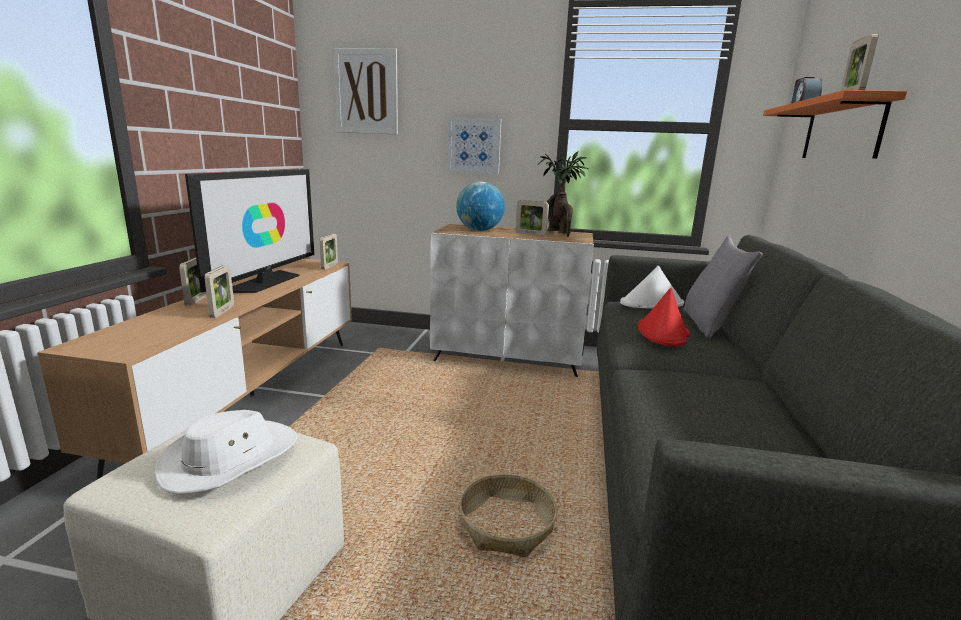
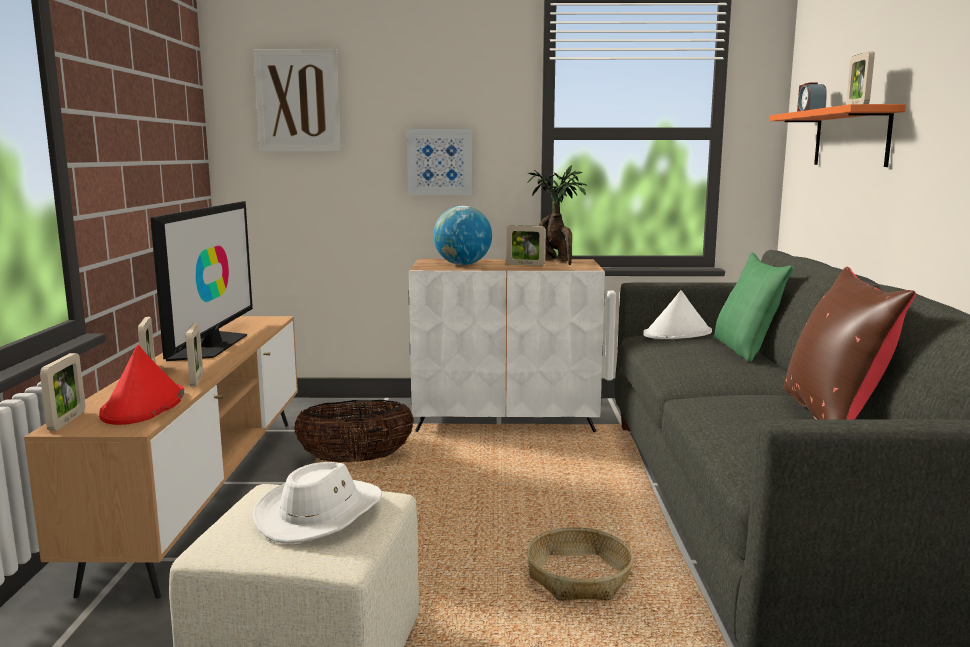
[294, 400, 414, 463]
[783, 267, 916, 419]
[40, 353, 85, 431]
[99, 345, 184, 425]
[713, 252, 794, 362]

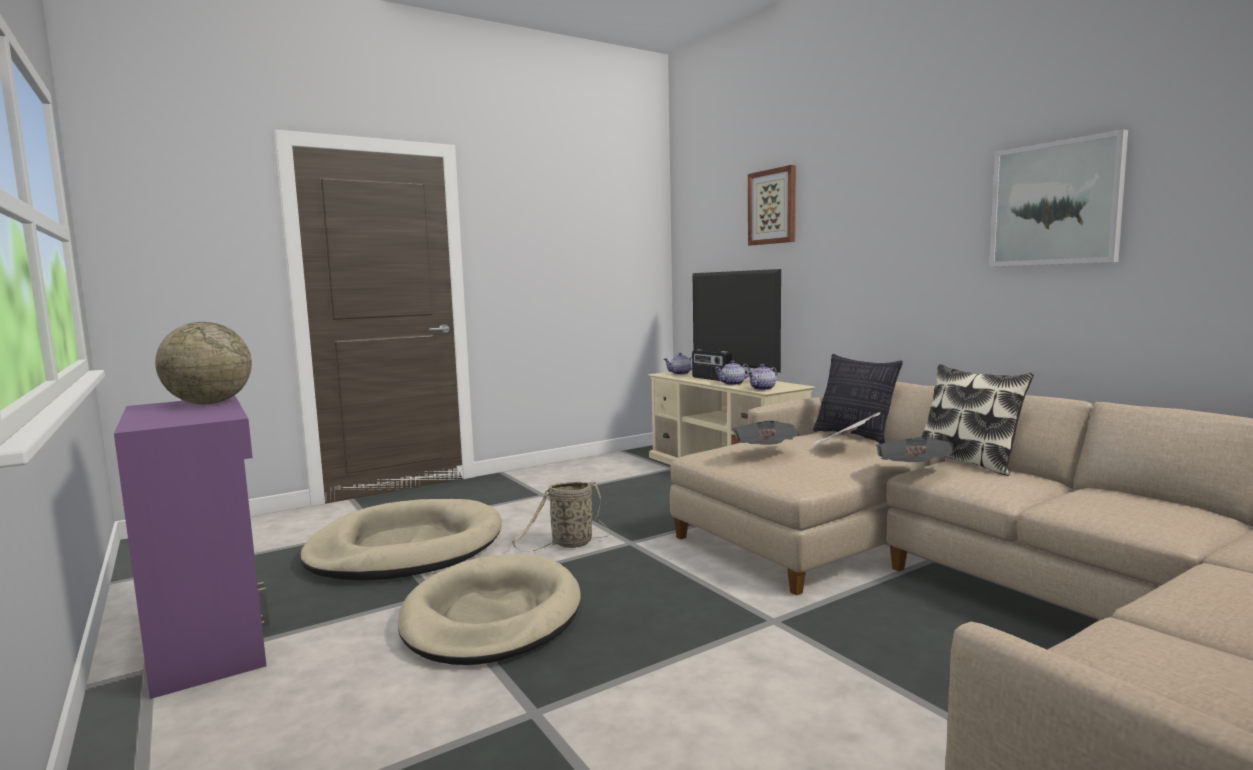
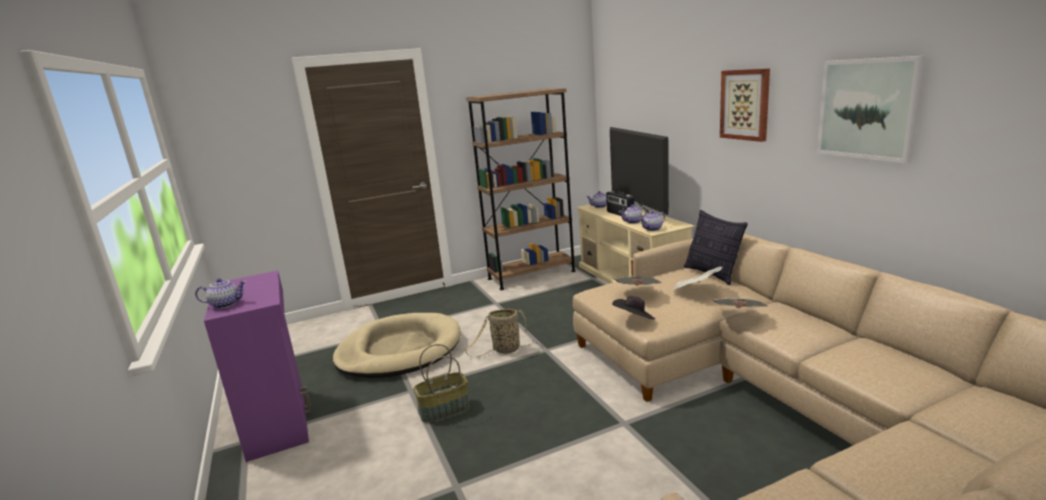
[155, 322, 252, 404] (first image)
[922, 364, 1034, 476] (first image)
[195, 278, 246, 309]
[466, 88, 576, 290]
[612, 296, 655, 319]
[720, 68, 770, 142]
[413, 344, 470, 423]

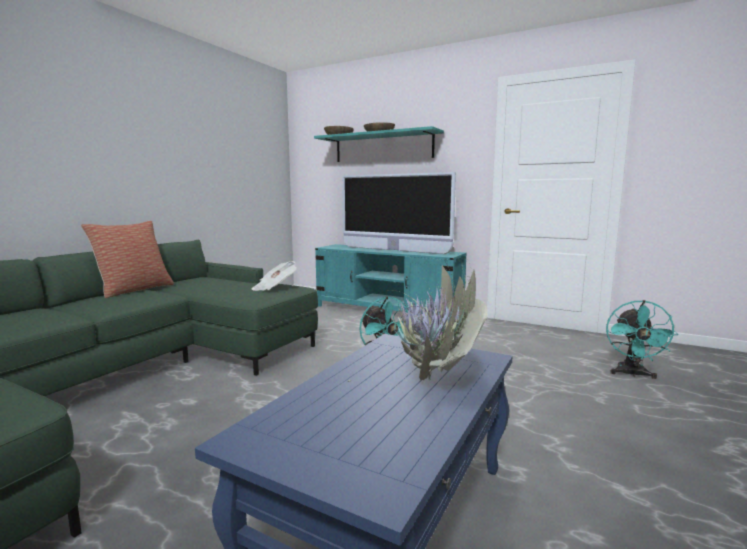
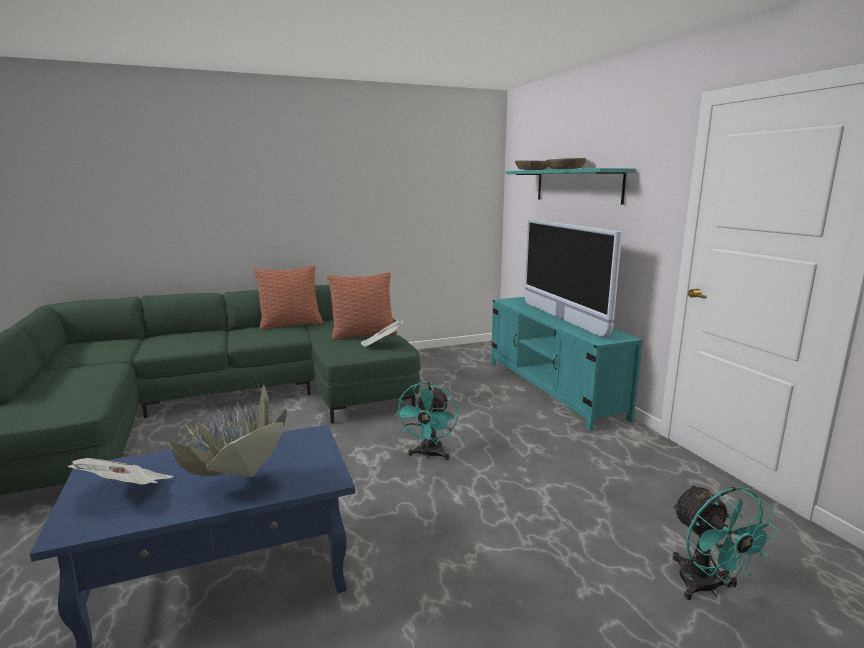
[67, 458, 173, 485]
[327, 272, 397, 340]
[672, 484, 779, 600]

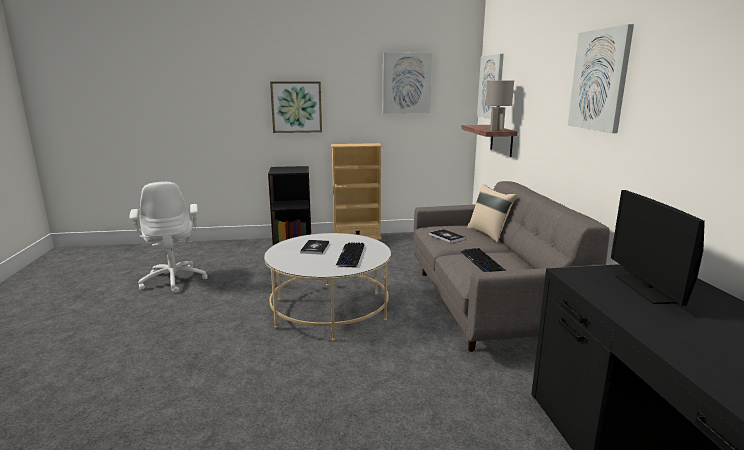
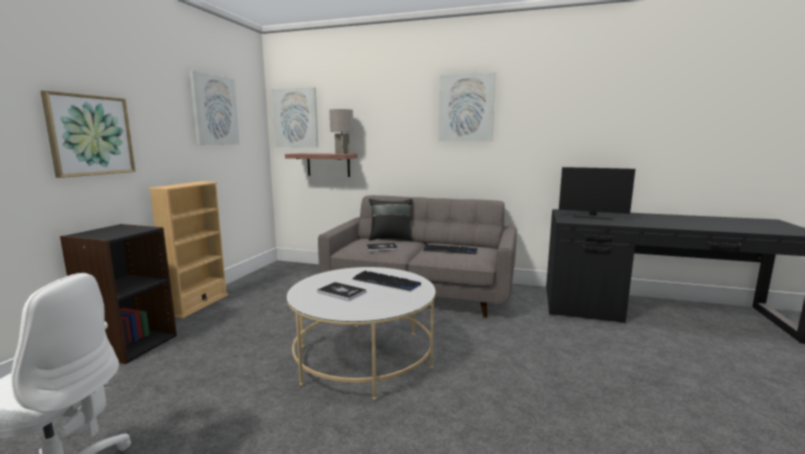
[369, 199, 413, 241]

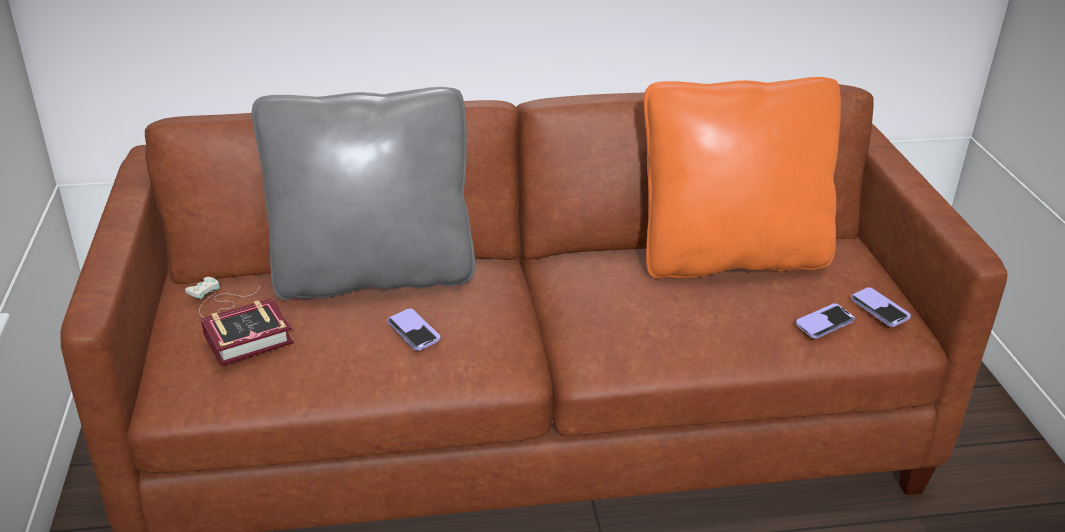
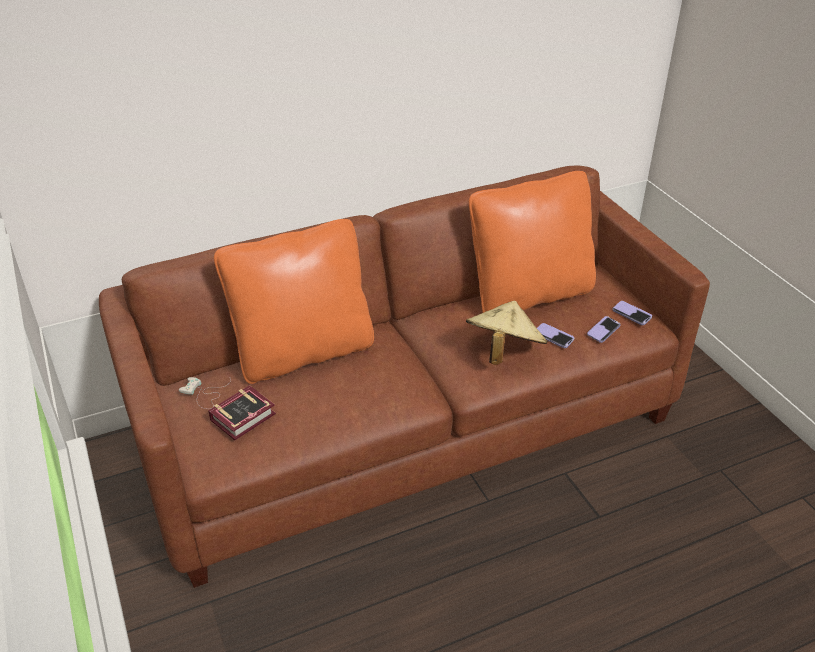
[466, 300, 548, 365]
[537, 323, 574, 348]
[214, 219, 374, 384]

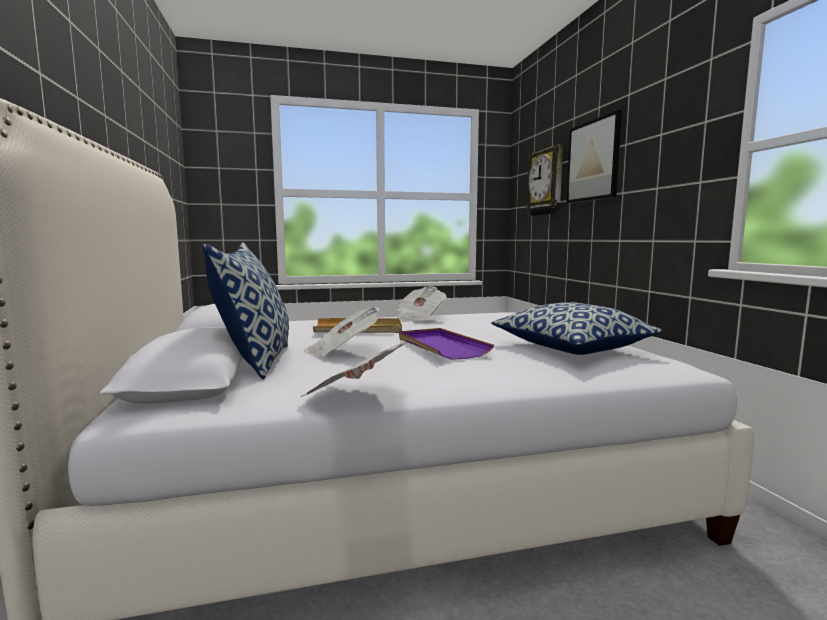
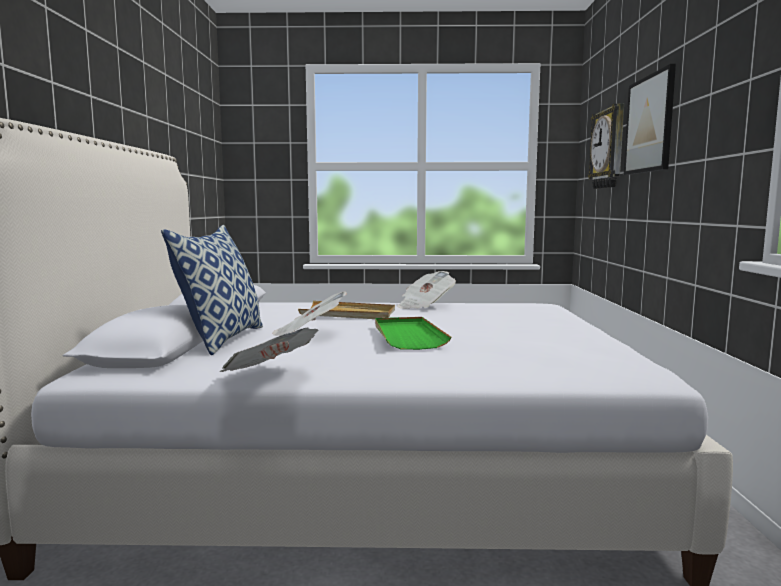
[491, 302, 663, 355] (first image)
[375, 317, 451, 350]

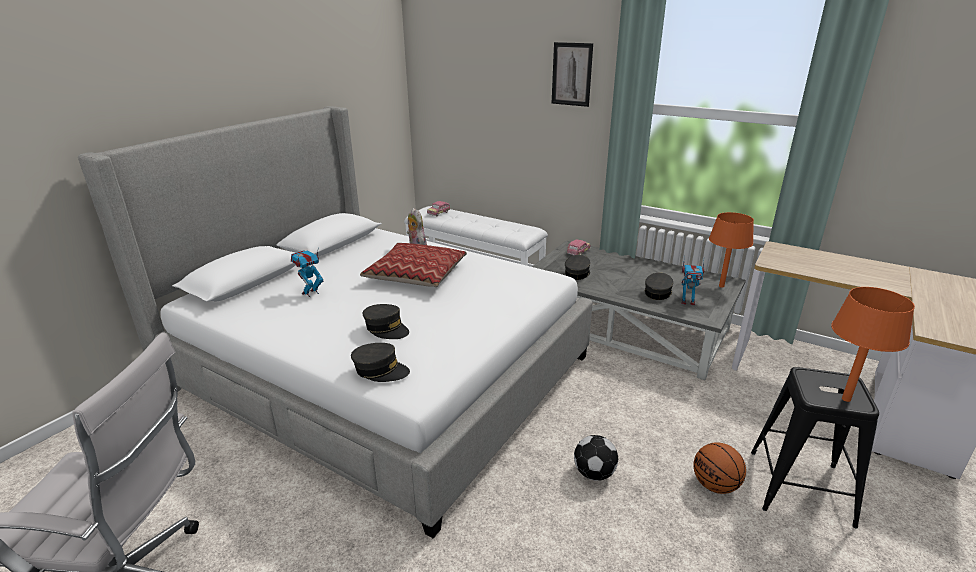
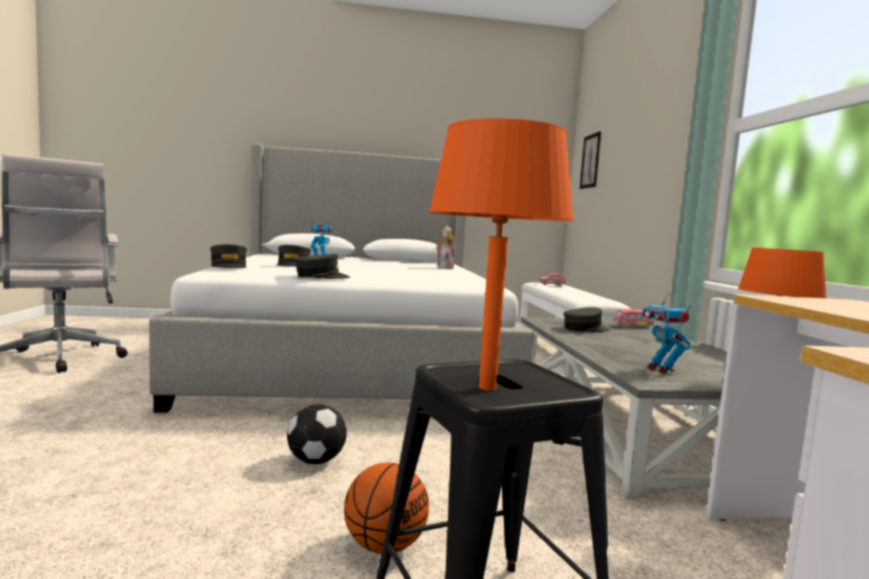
[360, 243, 467, 287] (first image)
[580, 131, 601, 189]
[295, 254, 351, 279]

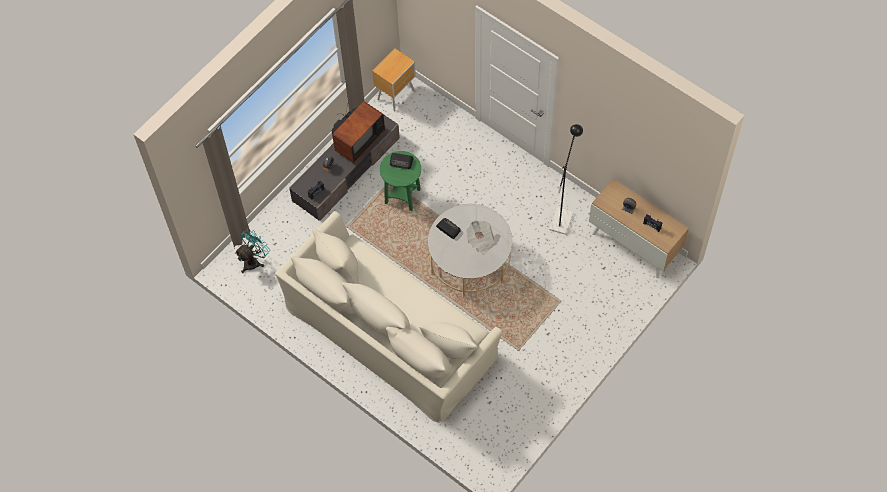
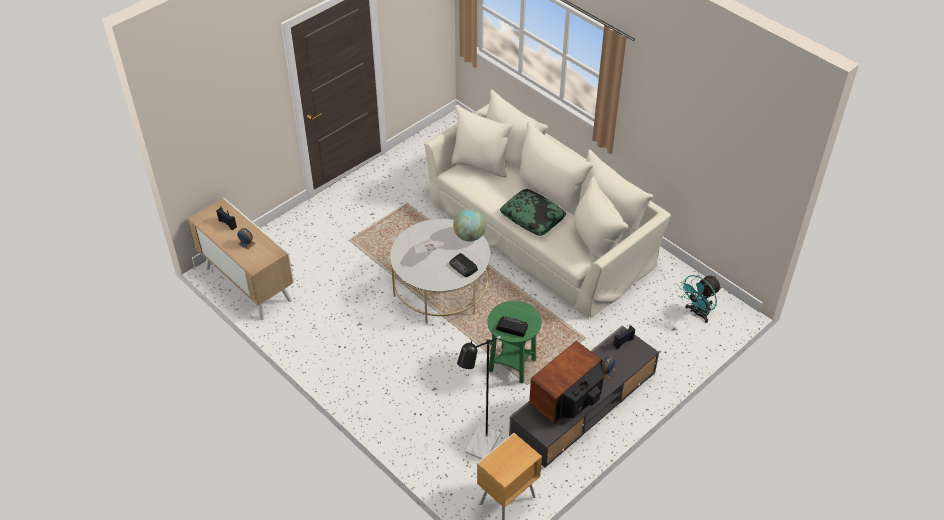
[453, 209, 486, 242]
[500, 189, 566, 236]
[457, 336, 501, 459]

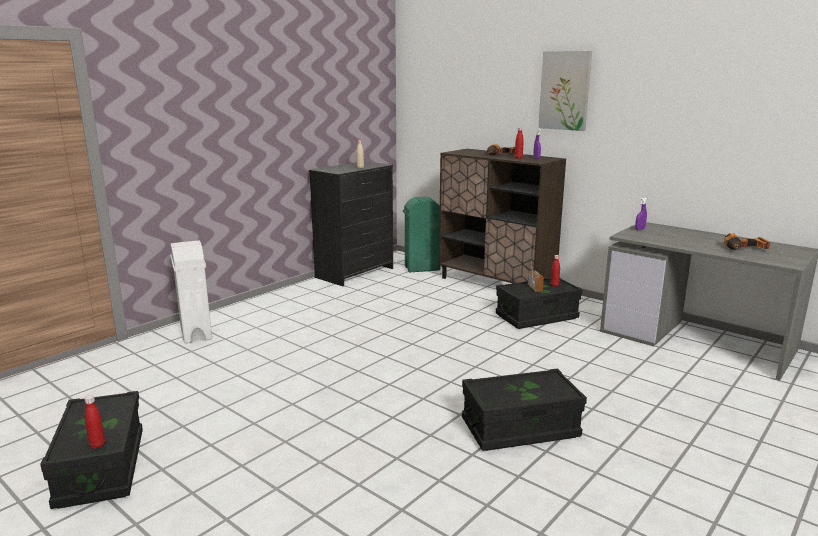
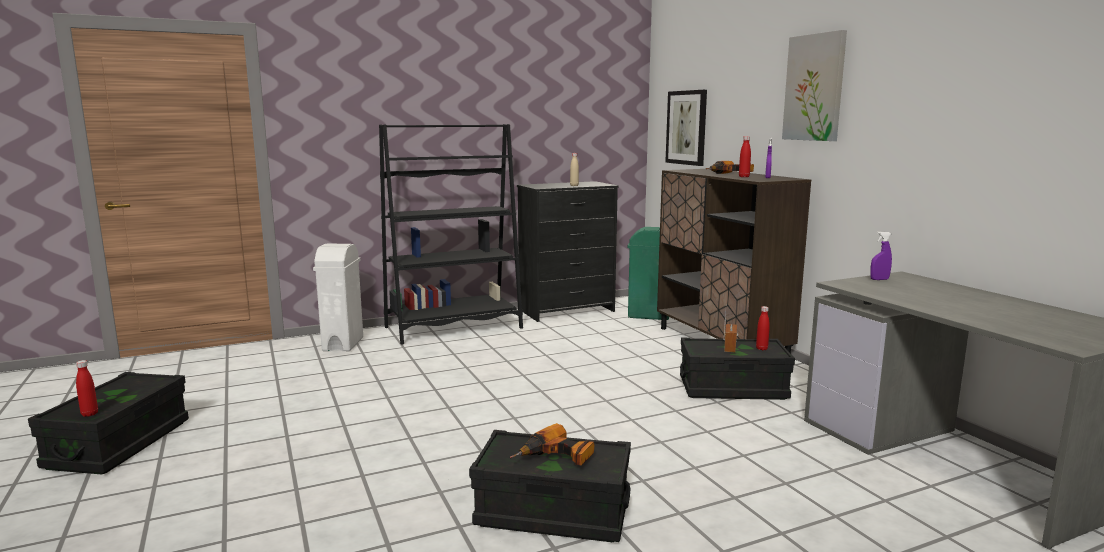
[379, 124, 523, 345]
[665, 90, 707, 166]
[510, 423, 594, 465]

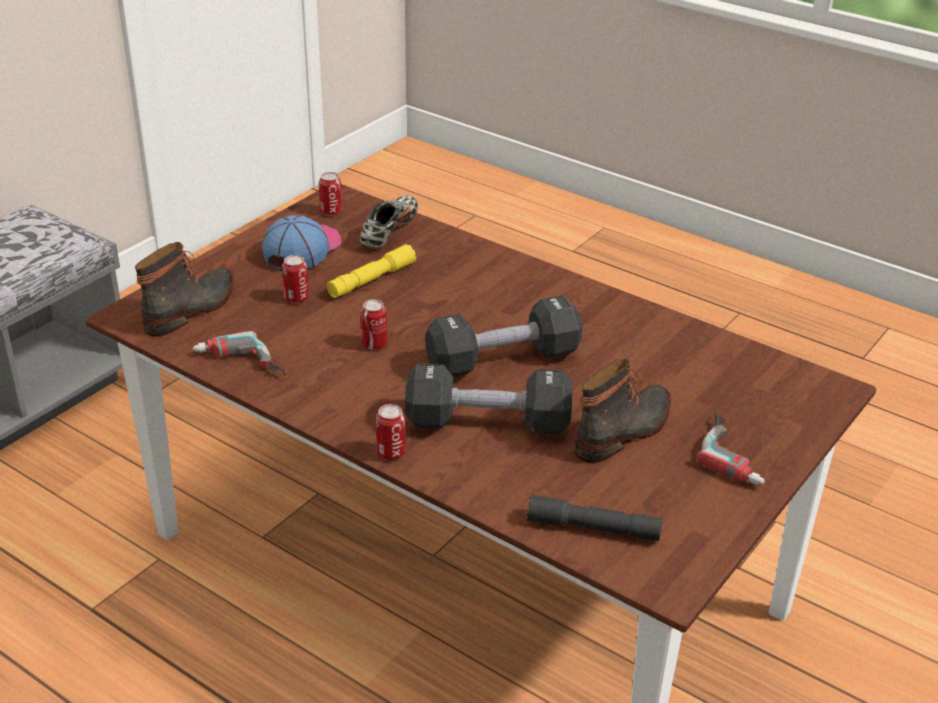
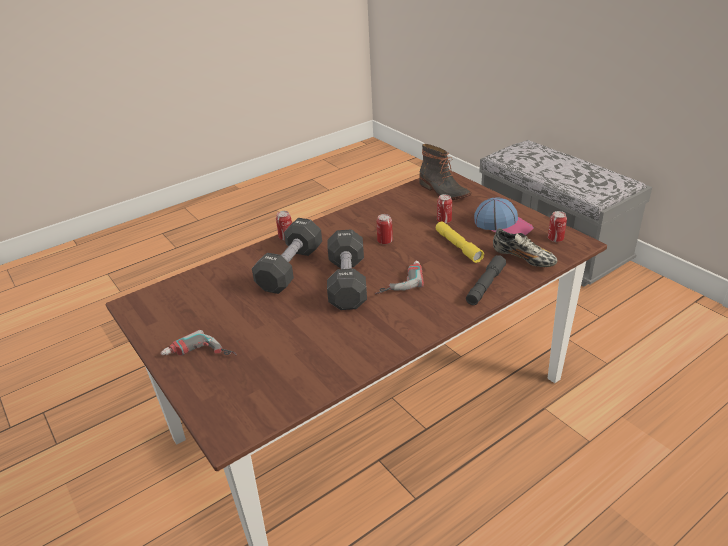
[575, 359, 671, 463] (first image)
[375, 261, 424, 294]
[466, 255, 506, 305]

